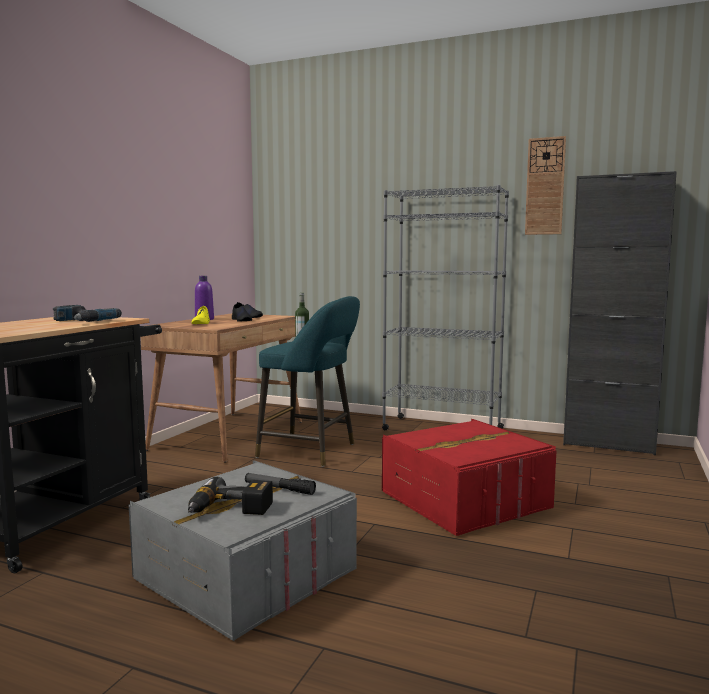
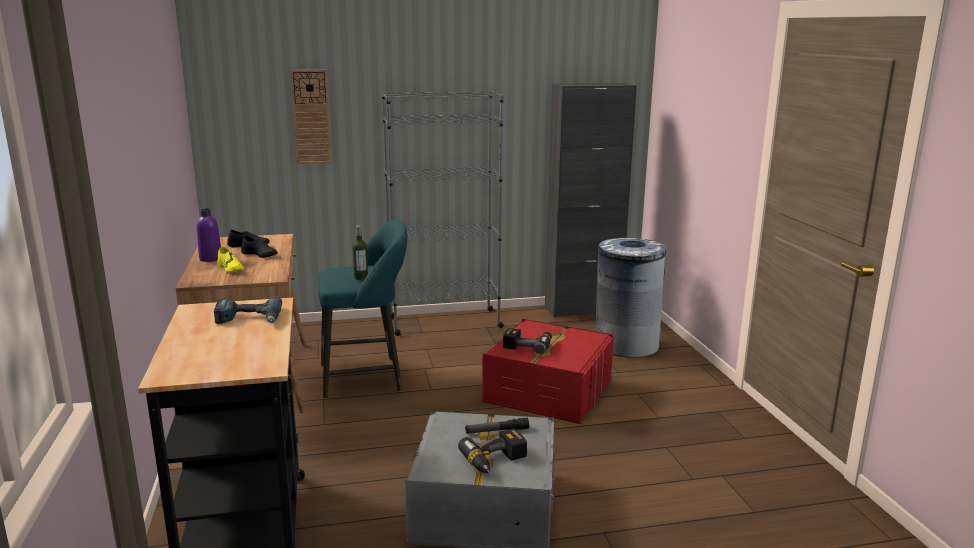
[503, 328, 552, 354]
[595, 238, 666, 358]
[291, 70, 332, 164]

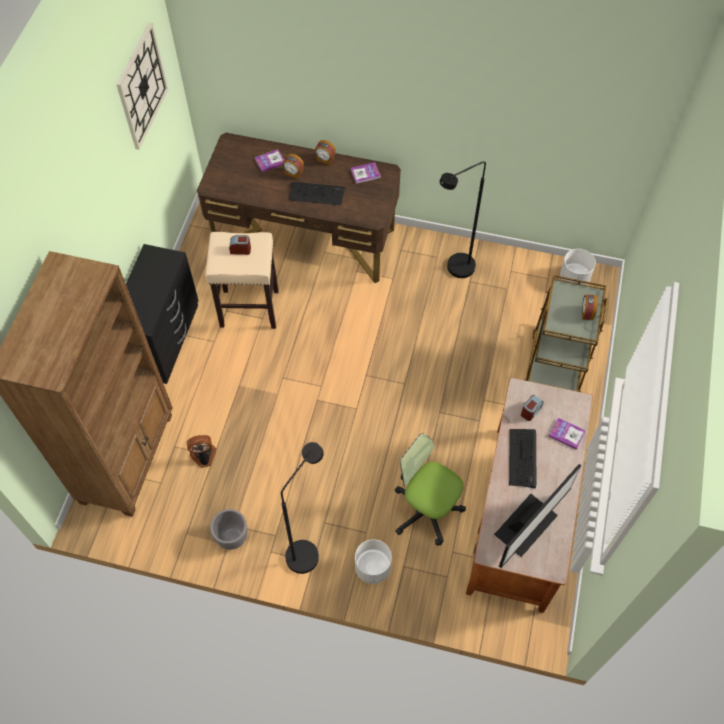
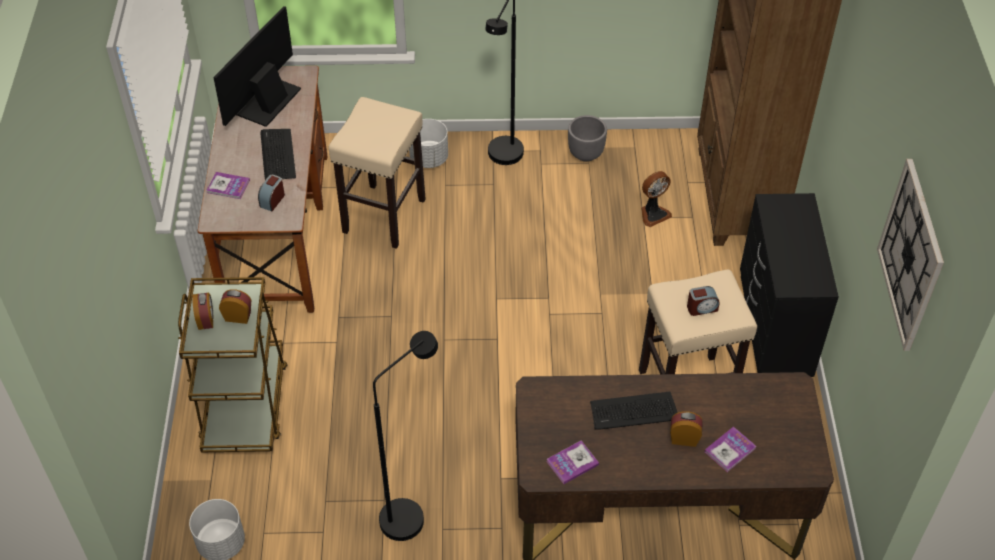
[219, 289, 251, 324]
[328, 97, 426, 249]

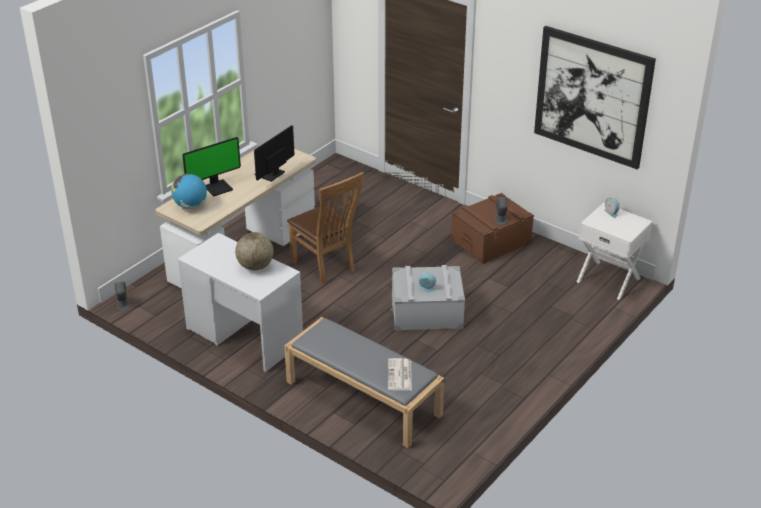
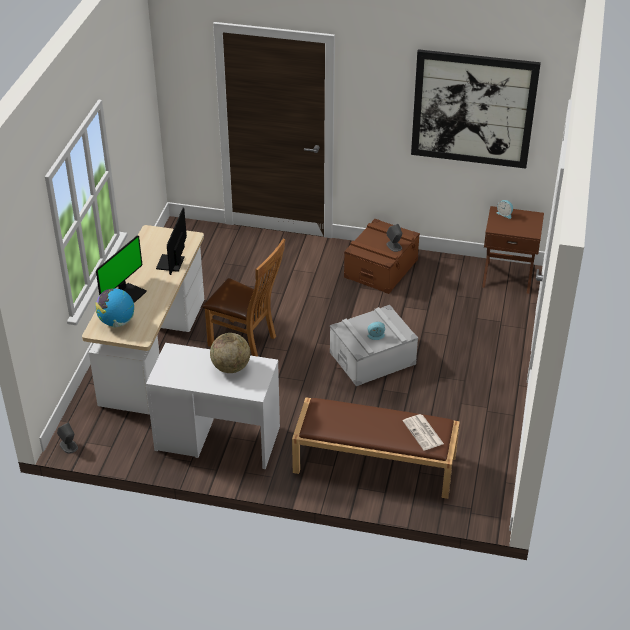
[292, 397, 460, 499]
[482, 206, 544, 294]

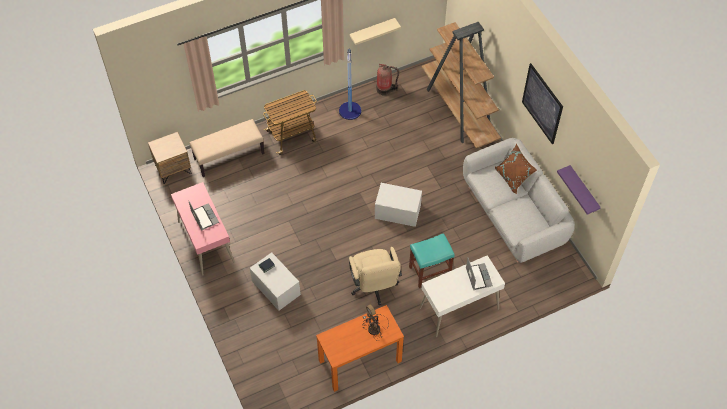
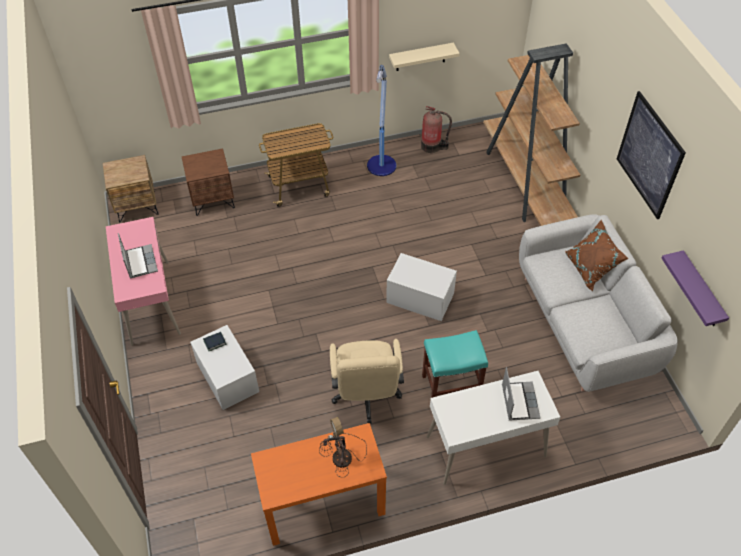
[182, 148, 235, 216]

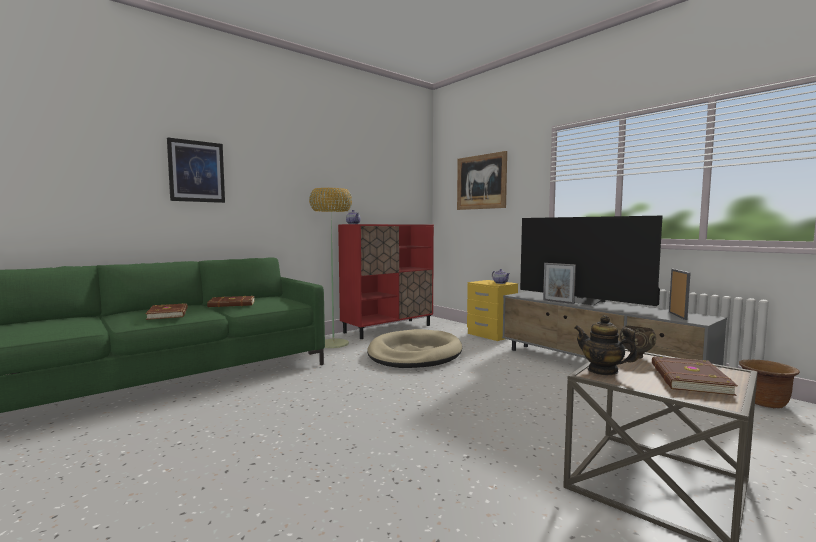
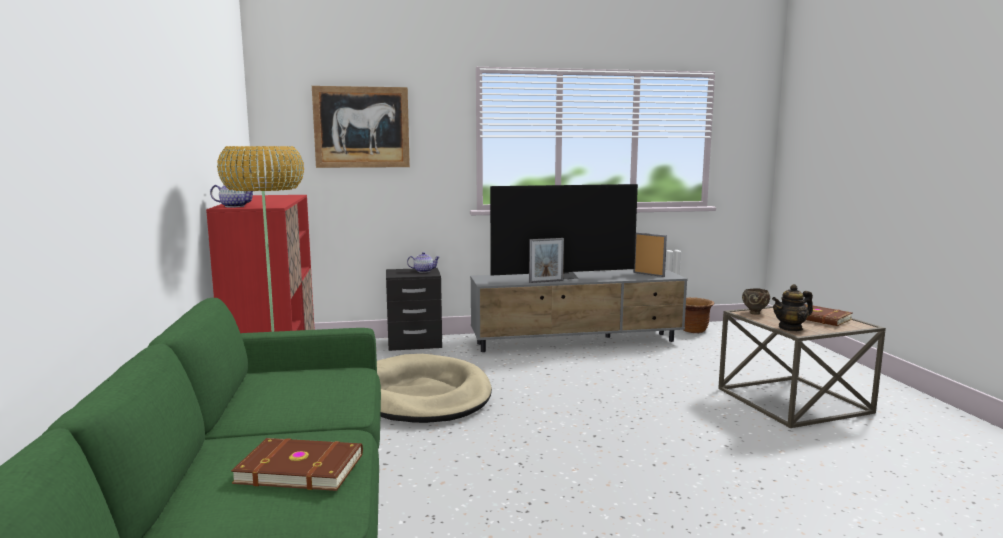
[167, 137, 225, 203] (first image)
[207, 296, 255, 307] (first image)
[386, 268, 442, 351]

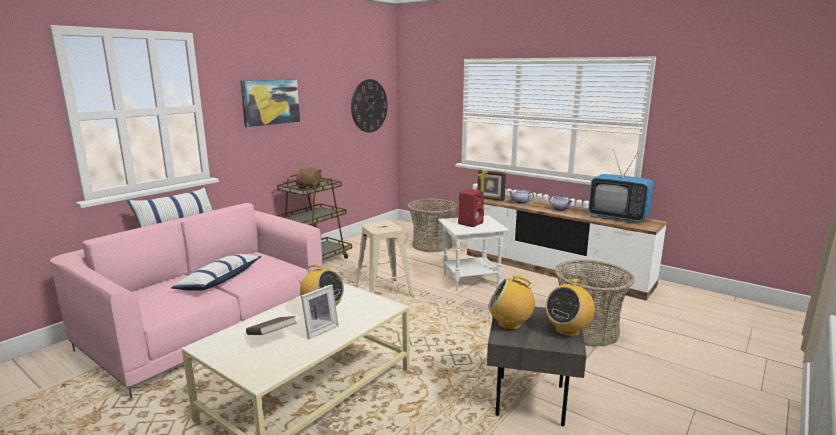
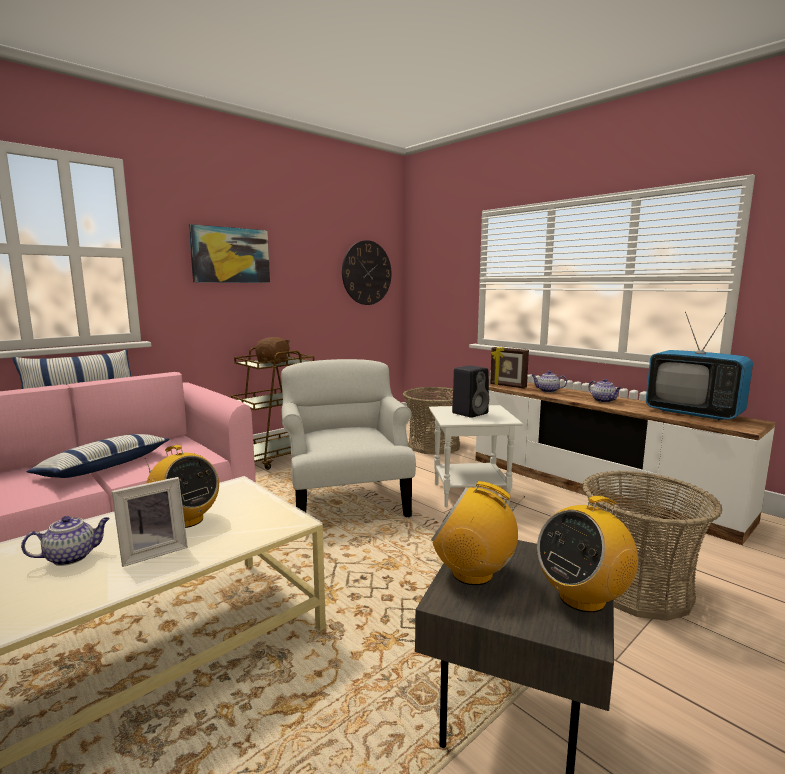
[21, 516, 110, 566]
[281, 359, 416, 517]
[452, 365, 489, 418]

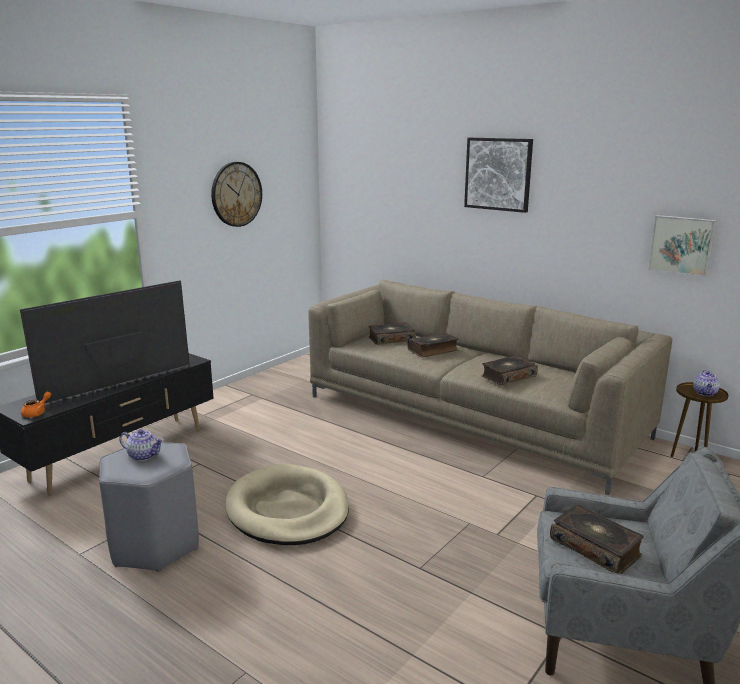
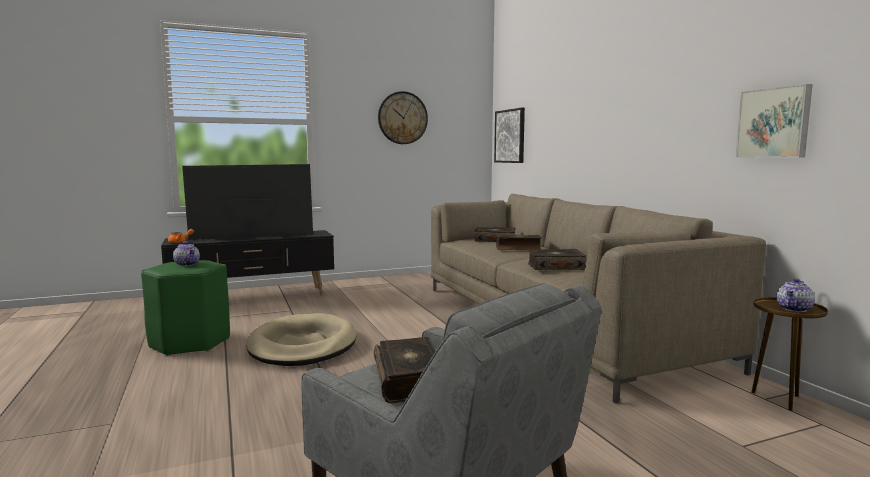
[494, 108, 525, 163]
[141, 260, 230, 356]

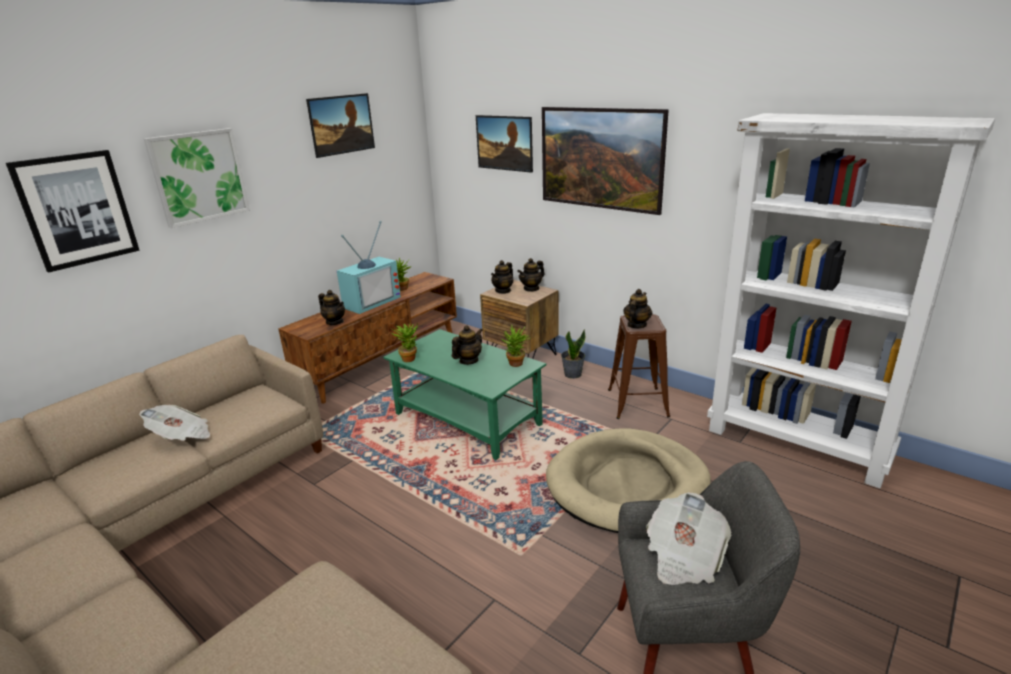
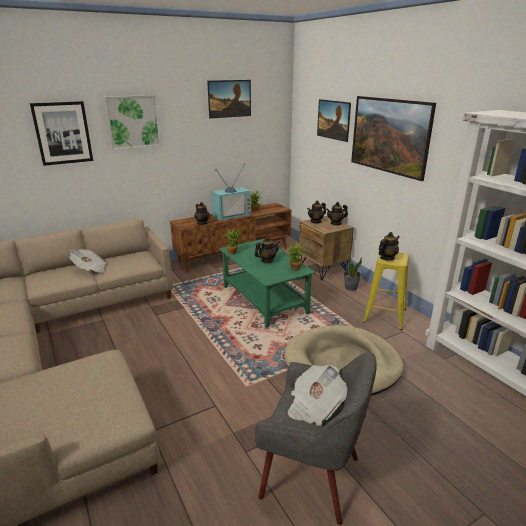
[363, 253, 409, 330]

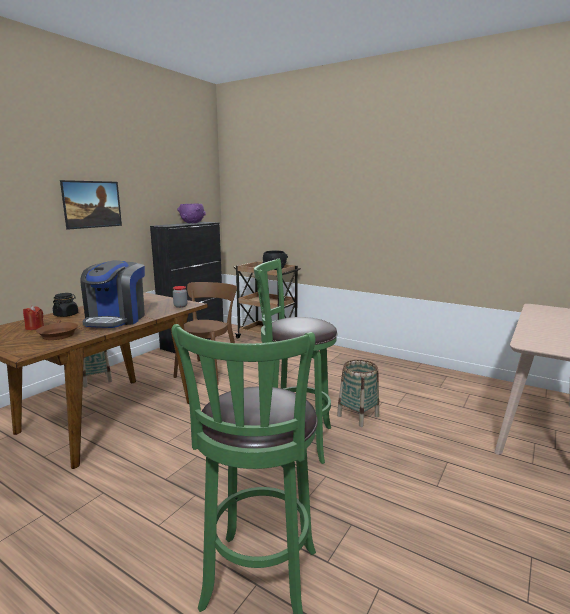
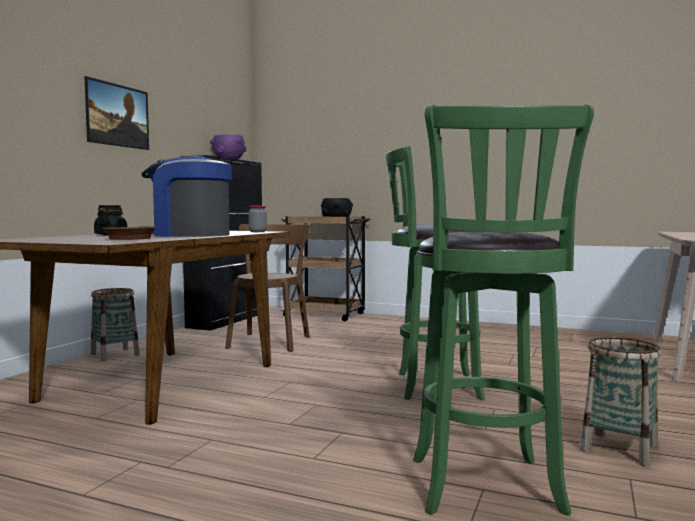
[23, 305, 44, 330] (first image)
[581, 337, 661, 466]
[140, 156, 232, 237]

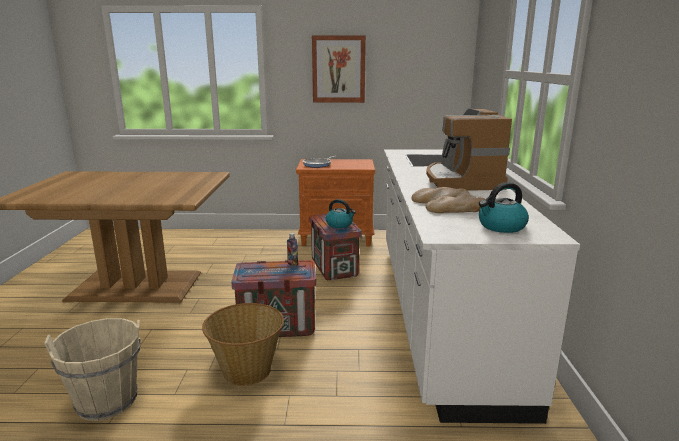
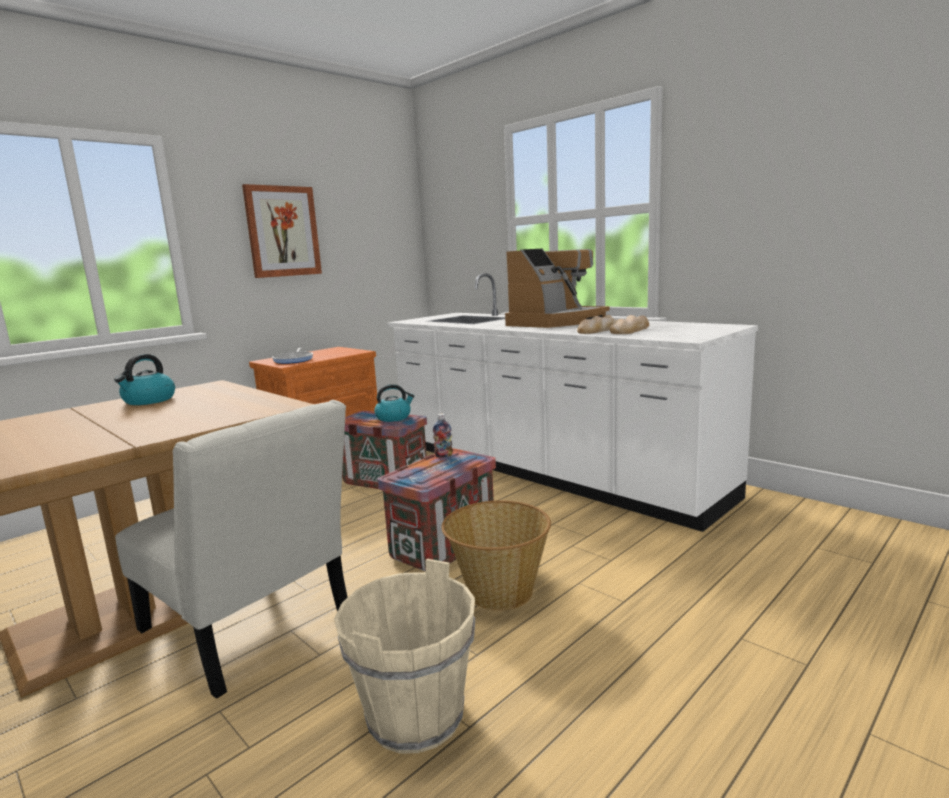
[115, 400, 348, 699]
[114, 354, 175, 405]
[505, 249, 609, 328]

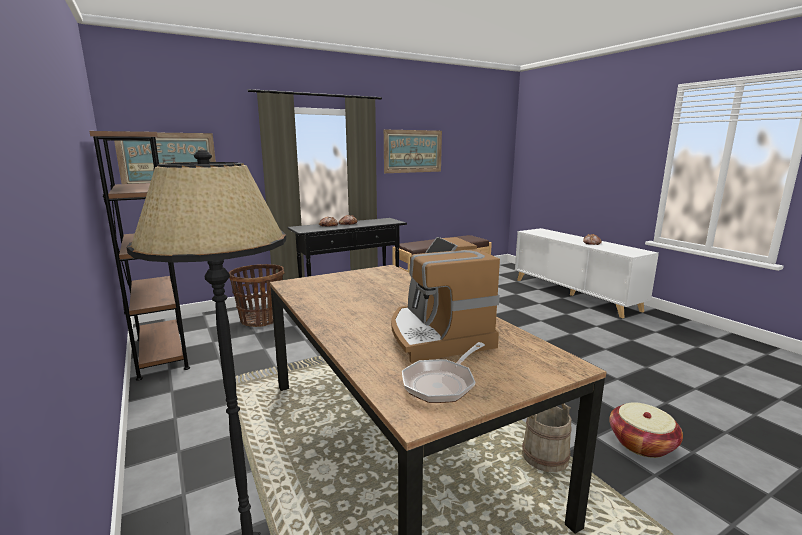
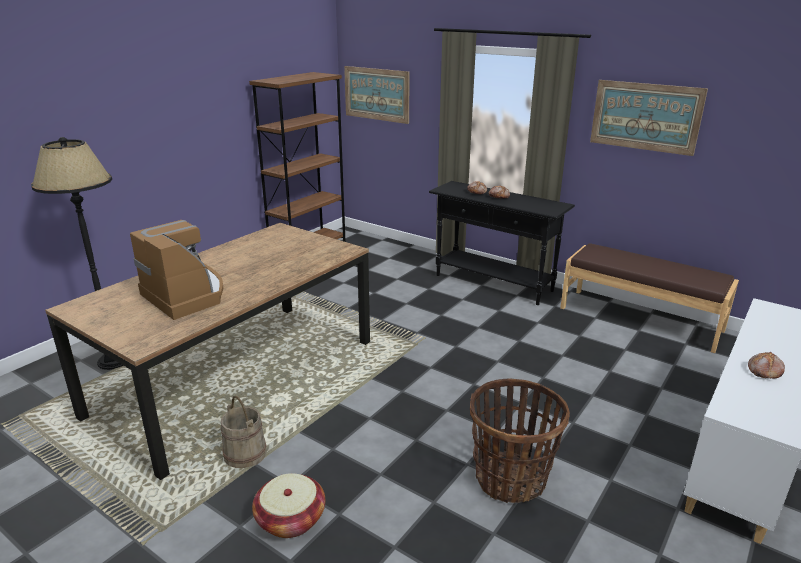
[402, 342, 485, 403] (first image)
[470, 379, 570, 503]
[130, 220, 223, 320]

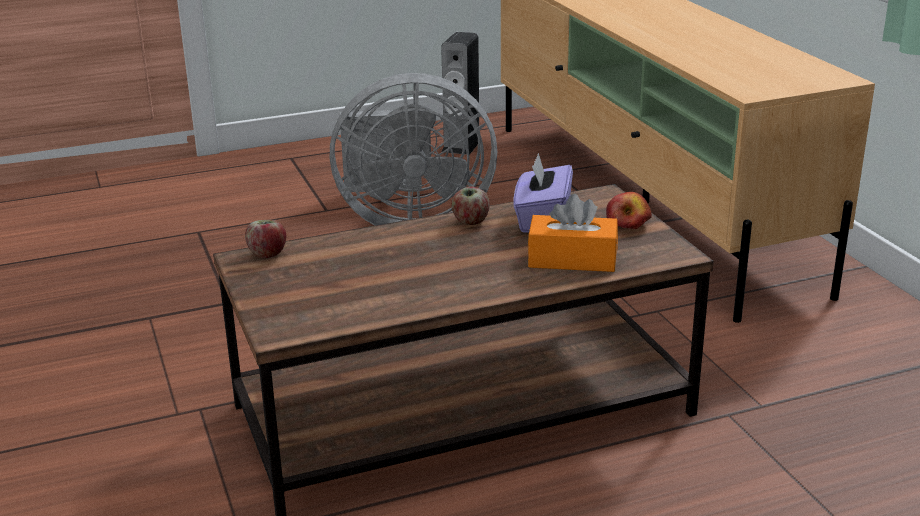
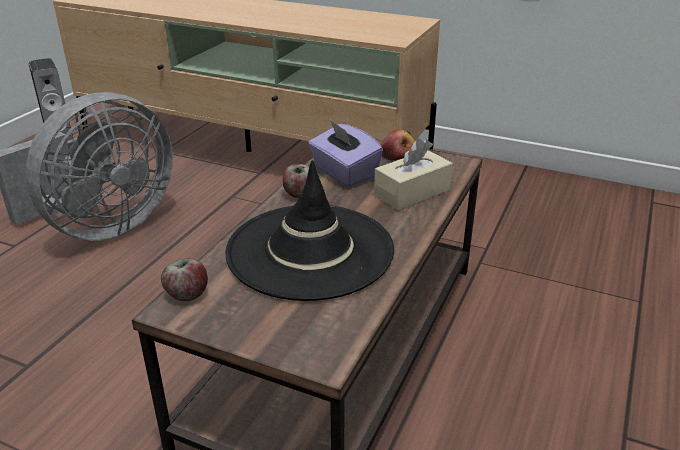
[225, 160, 394, 301]
[374, 138, 453, 210]

